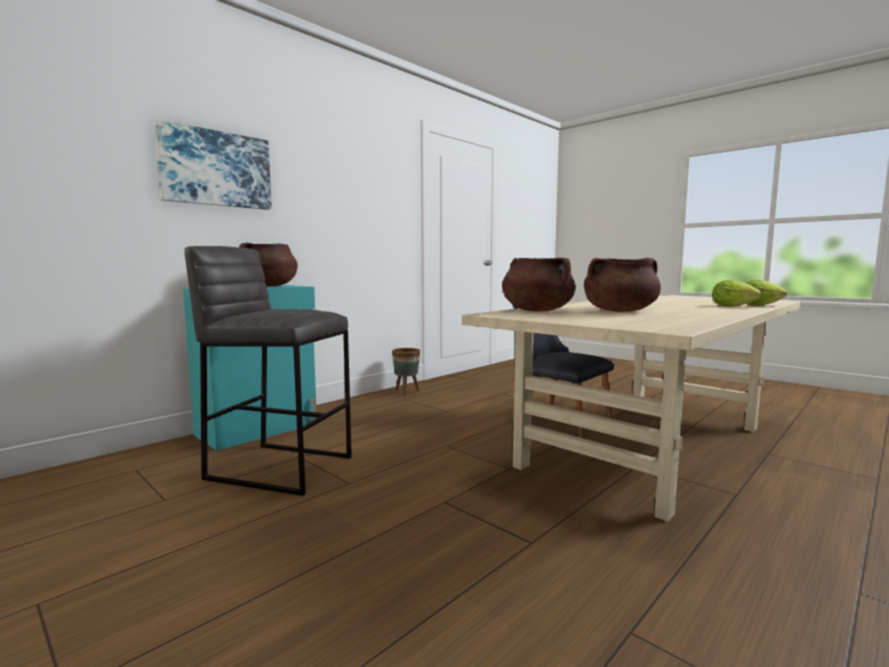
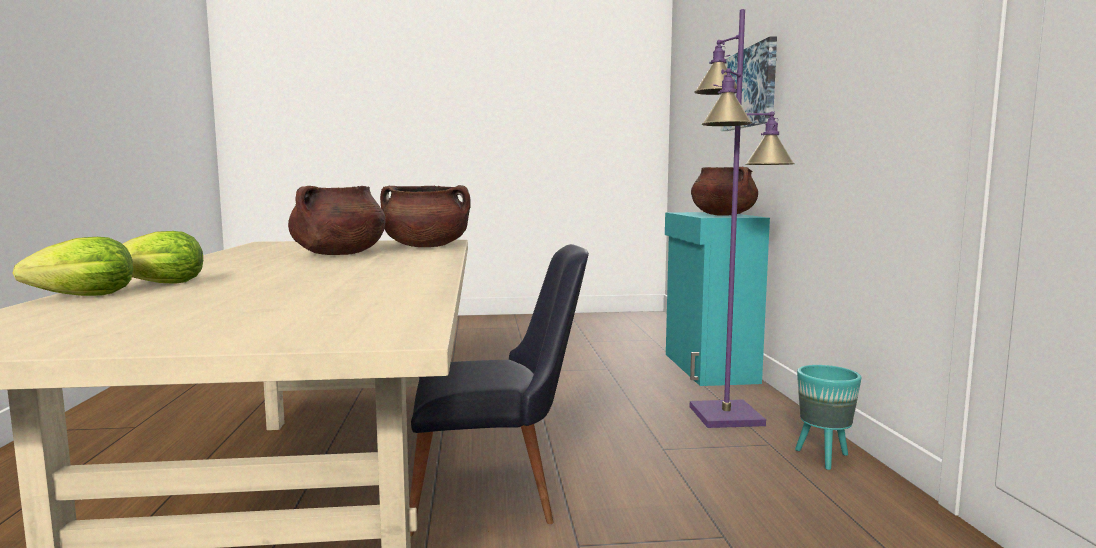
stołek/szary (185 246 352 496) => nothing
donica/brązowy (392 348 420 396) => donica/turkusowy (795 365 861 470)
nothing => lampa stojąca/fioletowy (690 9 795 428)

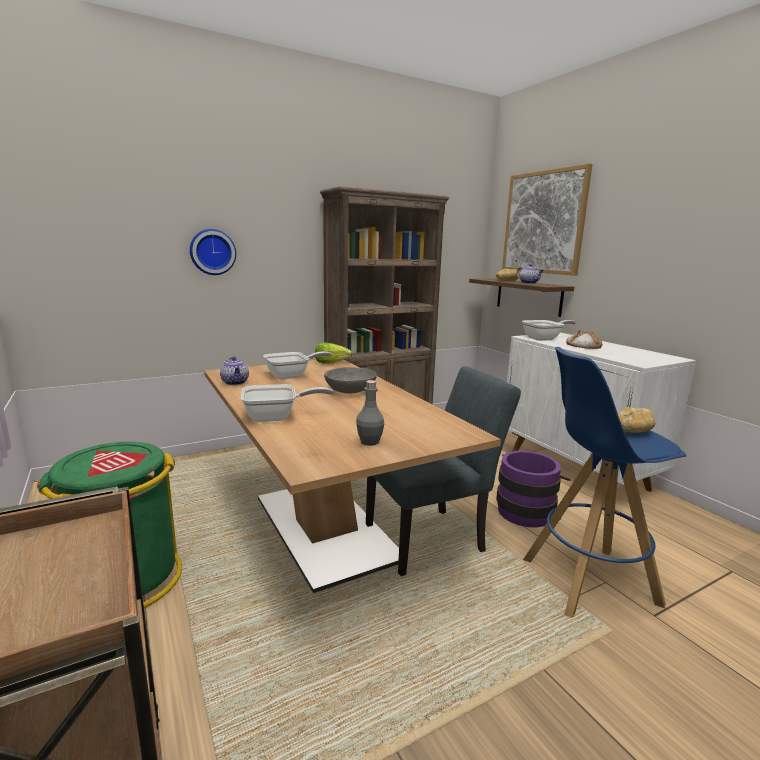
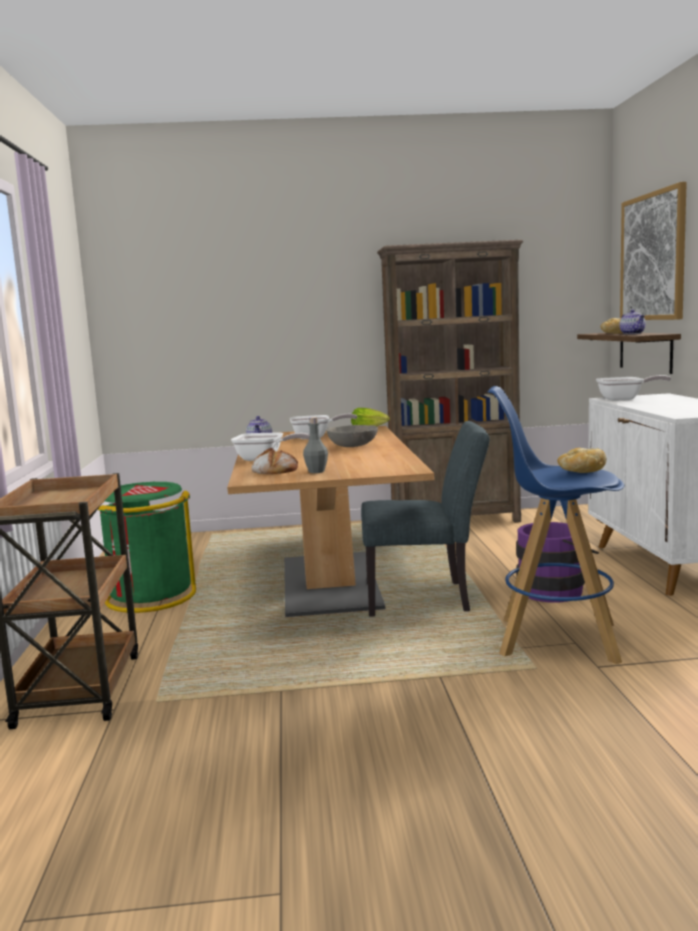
zegar ścienny (190 229 236 275) => nothing
chleb (566 330 602 349) => chleb (251 448 298 474), relocated

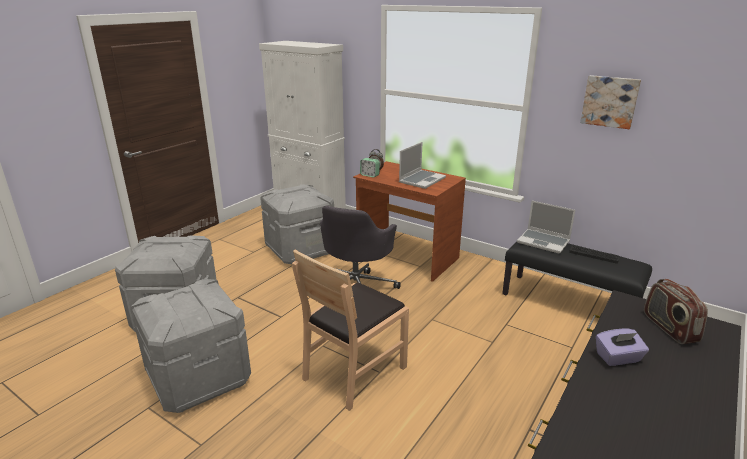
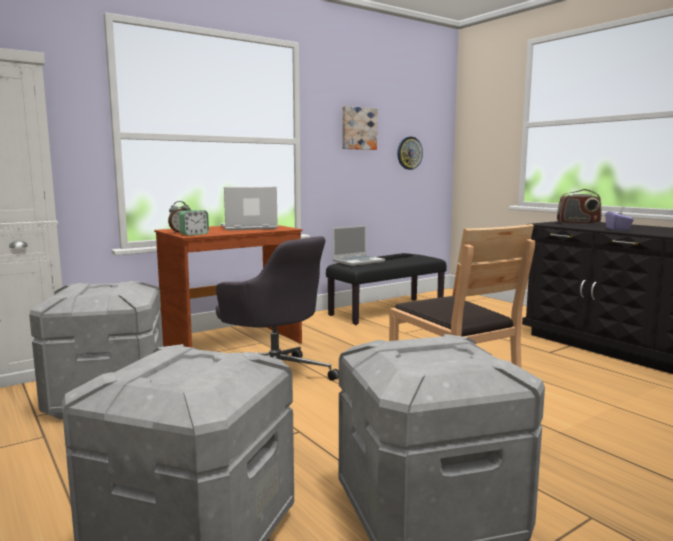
laptop (399 142 446 189) => laptop (221 187 278 231), 75 degrees counterclockwise
nothing => zegar ścienny (397 137 423 170)

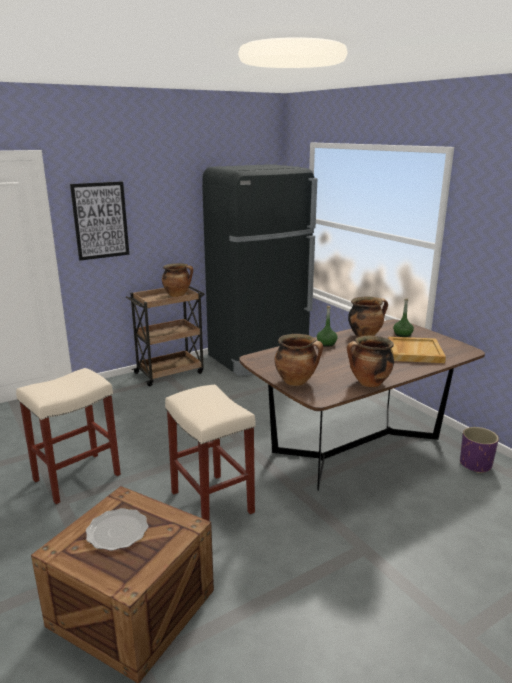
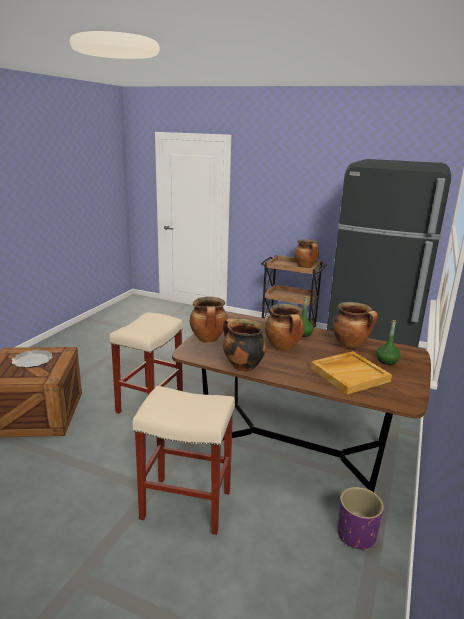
obraz (70 181 129 261) => nothing
stołek/beżowy (16 368 121 504) => stołek/beżowy (132 386 235 535), relocated
nothing => garnek (265 304 304 351)

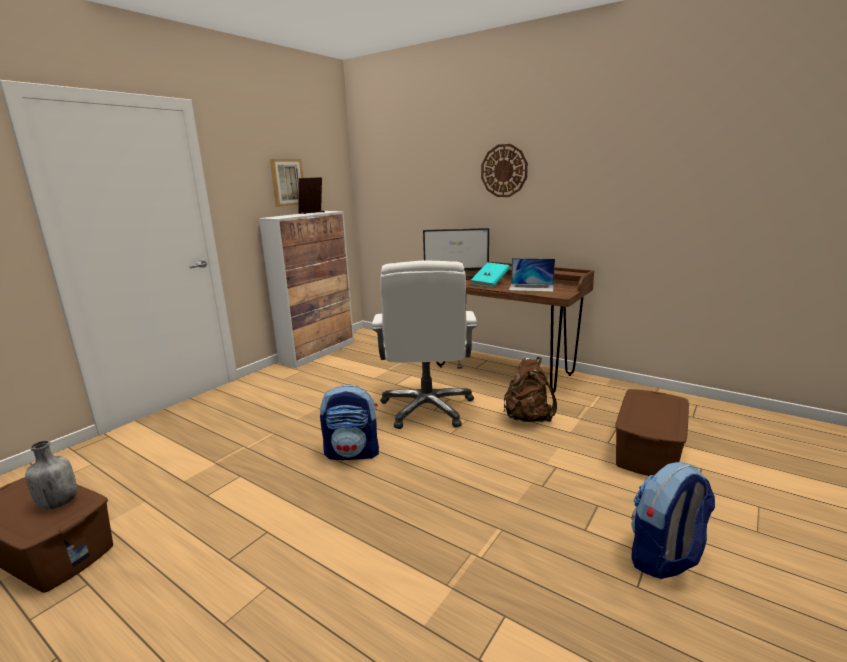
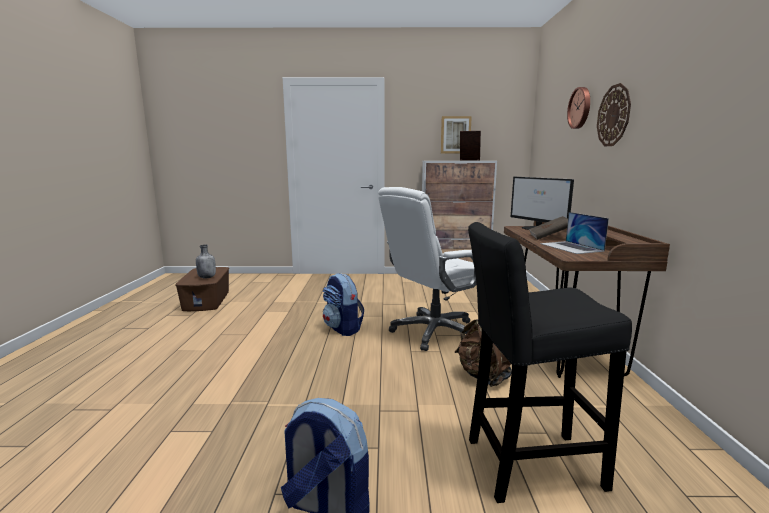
książka/turkusowy (471 262 510 287) => książka/brązowy (529 216 568 240)
pojemnik do przechowywania/brązowy (615 389 689 476) => stołek/czarny (468 222 632 503)
nothing => zegar ścienny (567 87 590 129)

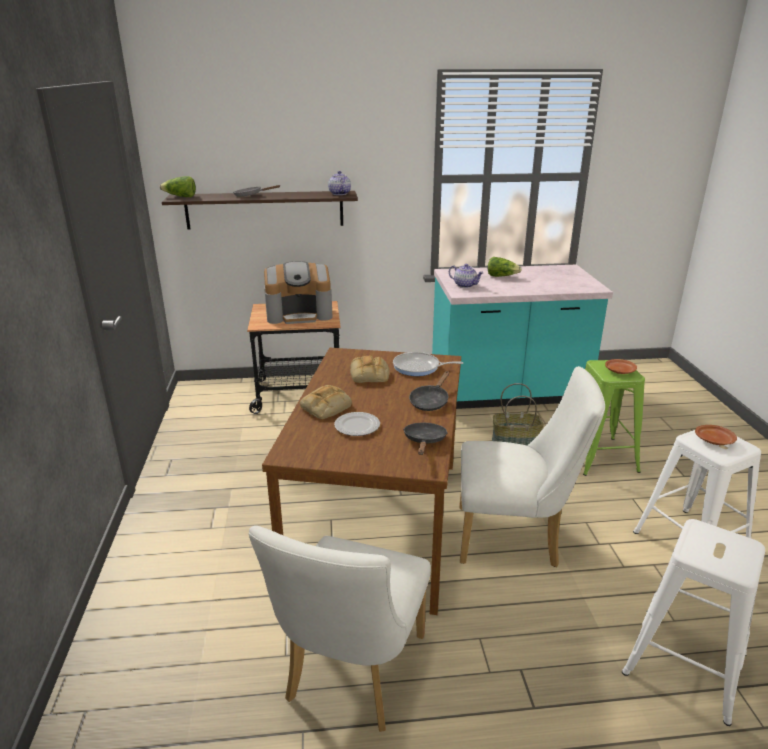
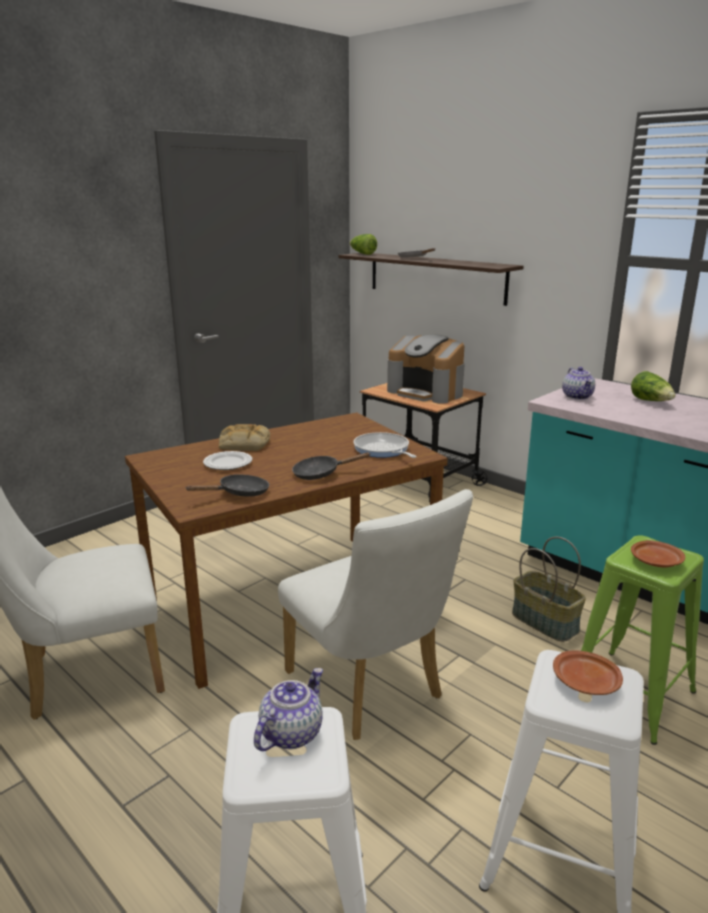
imbryk (328 171 351 195) => imbryk (254 668 323 751), relocated
chleb (350 356 389 383) => nothing

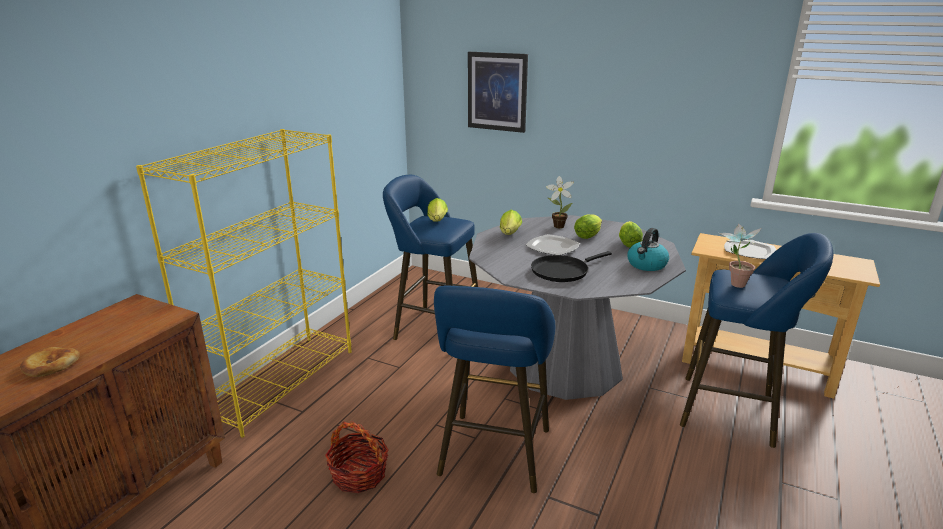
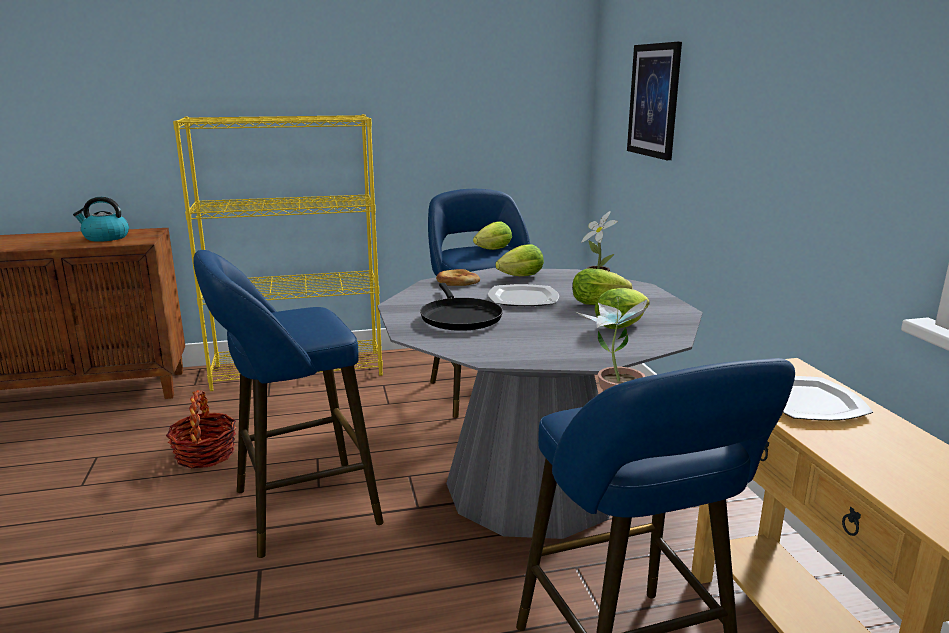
czajnik (628 228 669 271) => czajnik (73 197 129 242), relocated
patelnia/czarny (531 251 612 282) => patelnia/czarny (420 283 503 331), 120 degrees counterclockwise
chleb (20 347 80 377) => chleb (436 269 480 286), relocated

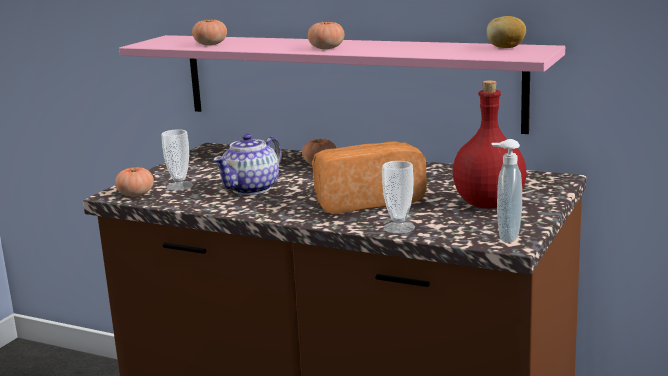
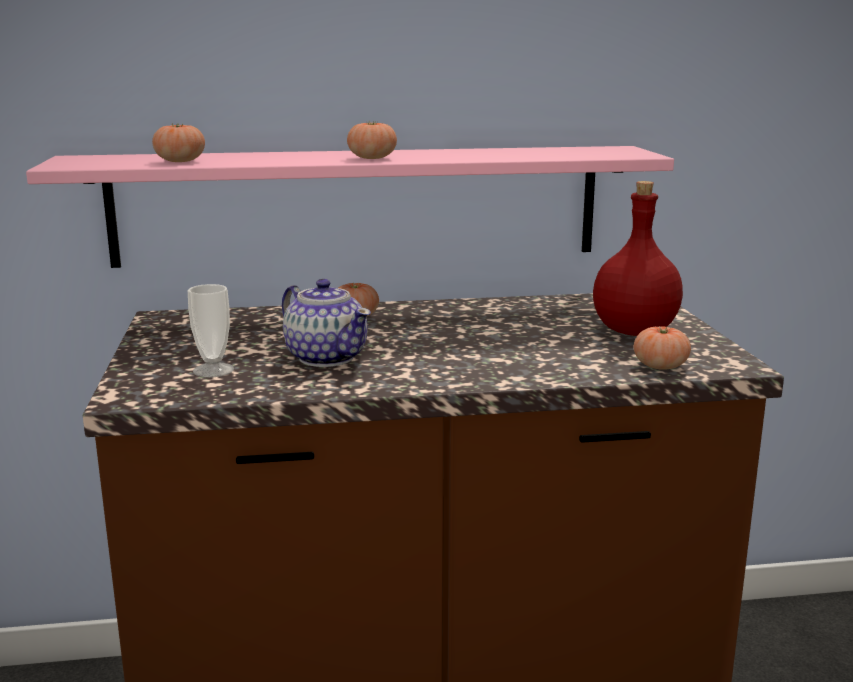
ziemniak (486 16 526 48) => nothing
imbryk (213 133 282 195) => imbryk (282 279 371 367), 45 degrees counterclockwise
dozownik mydła (491 139 522 242) => nothing
chleb (312 141 427 214) => nothing
filiżanka (382 161 415 234) => nothing
pomidor (115 167 154 197) => pomidor (633 326 691 370), relocated

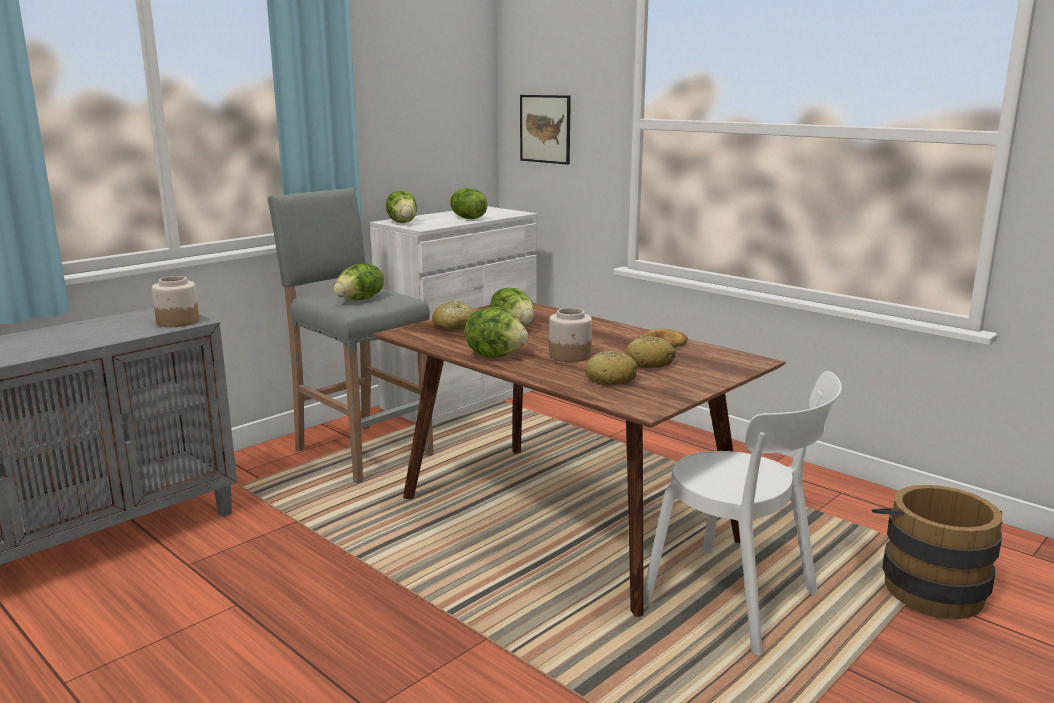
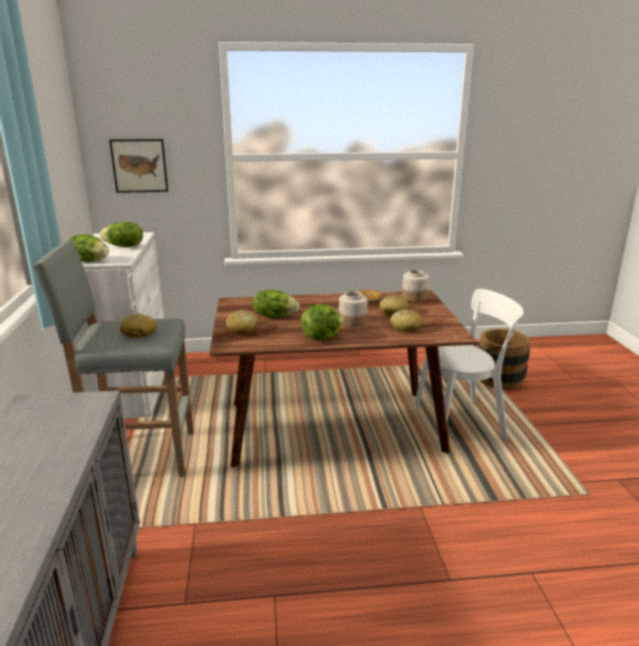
sałata (334 264 384 300) => chleb (120 313 157 338)
słoik (152 276 199 327) => słoik (402 269 429 302), relocated

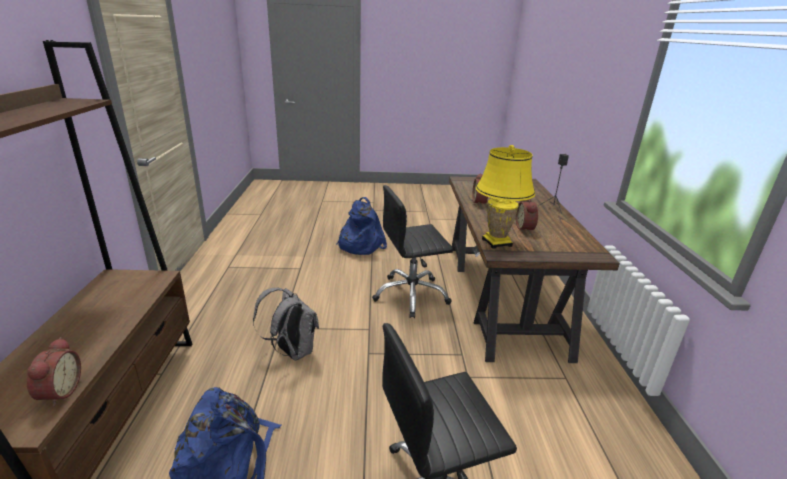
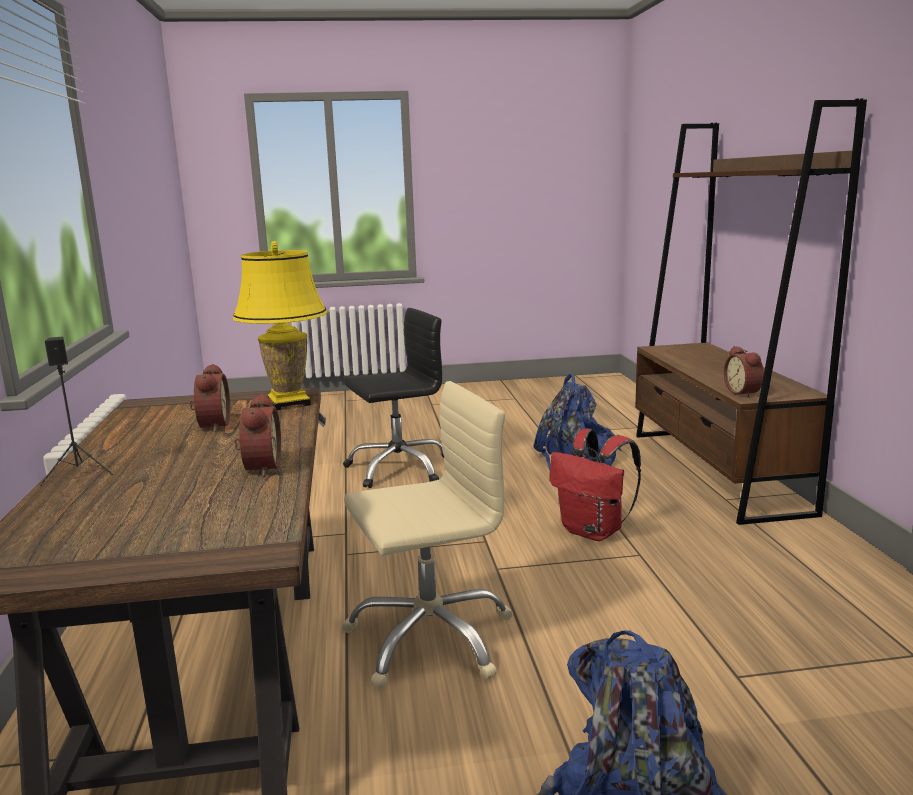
krzesło biurowe/czarny (372 185 453 318) => krzesło biurowe/beżowy (342 381 513 689)
plecak/szary (253 288 319 361) => plecak/czerwony (549 428 641 541)
budzik (27 337 81 407) => budzik (724 346 764 398), relocated

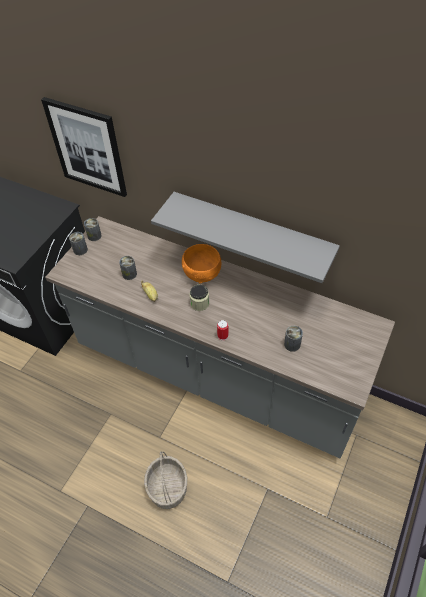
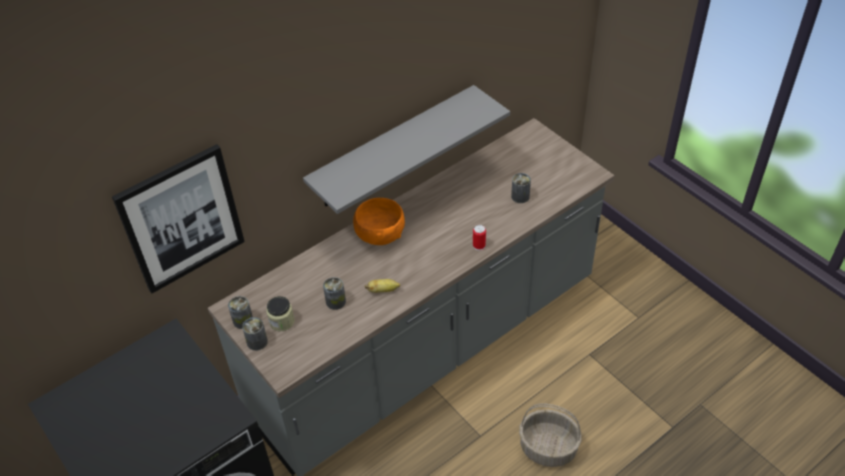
słoik (189 285 209 311) => słoik (266 296 295 331), relocated

